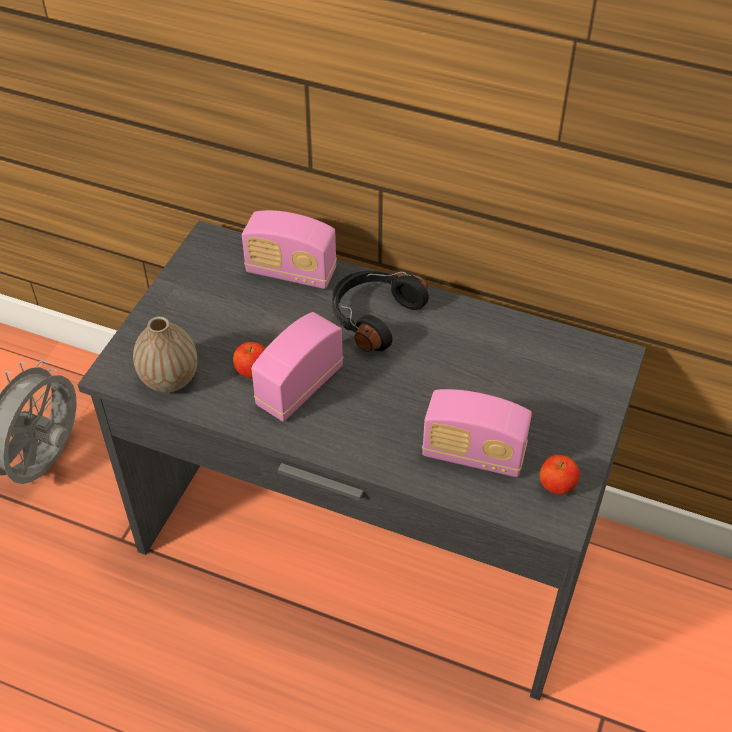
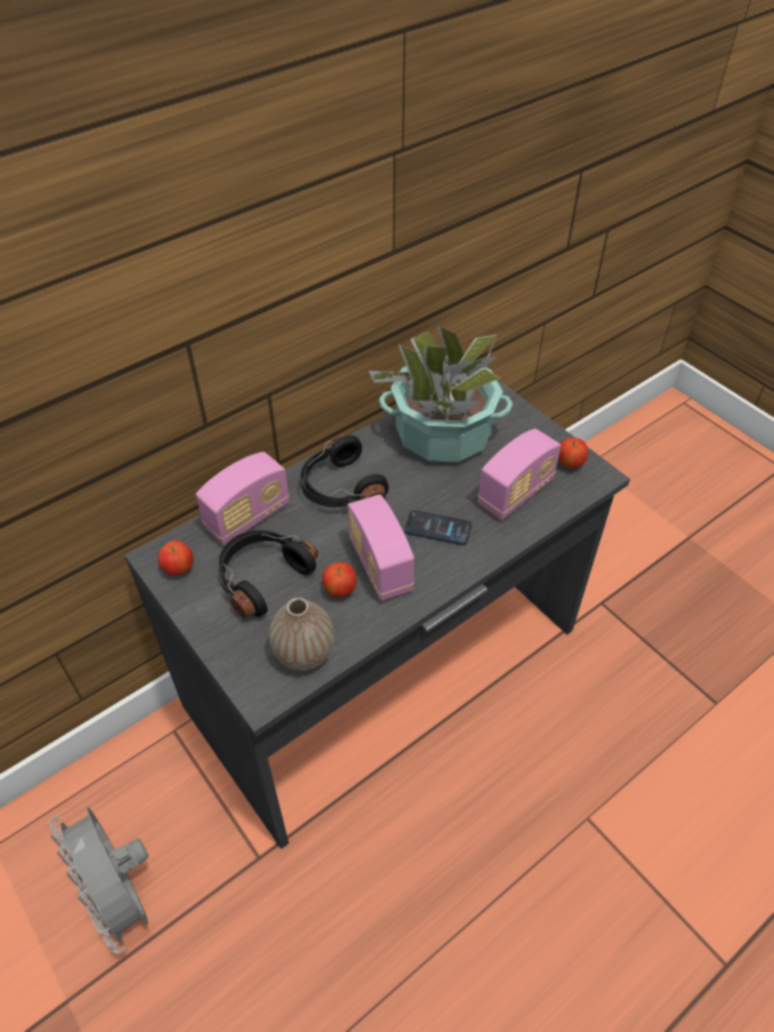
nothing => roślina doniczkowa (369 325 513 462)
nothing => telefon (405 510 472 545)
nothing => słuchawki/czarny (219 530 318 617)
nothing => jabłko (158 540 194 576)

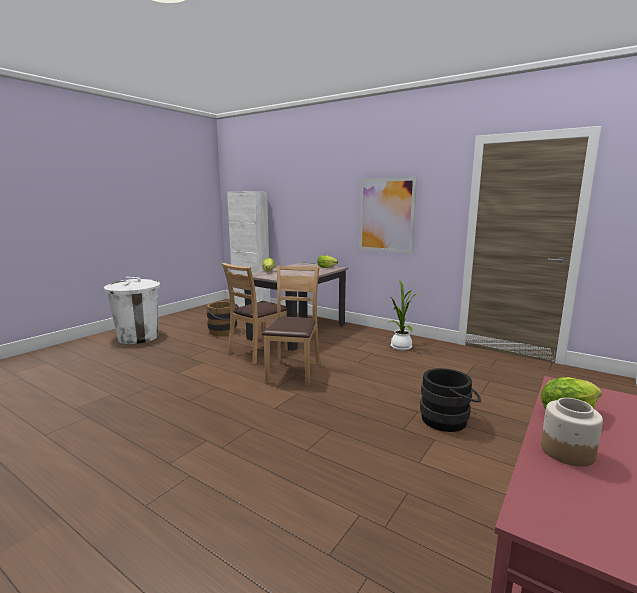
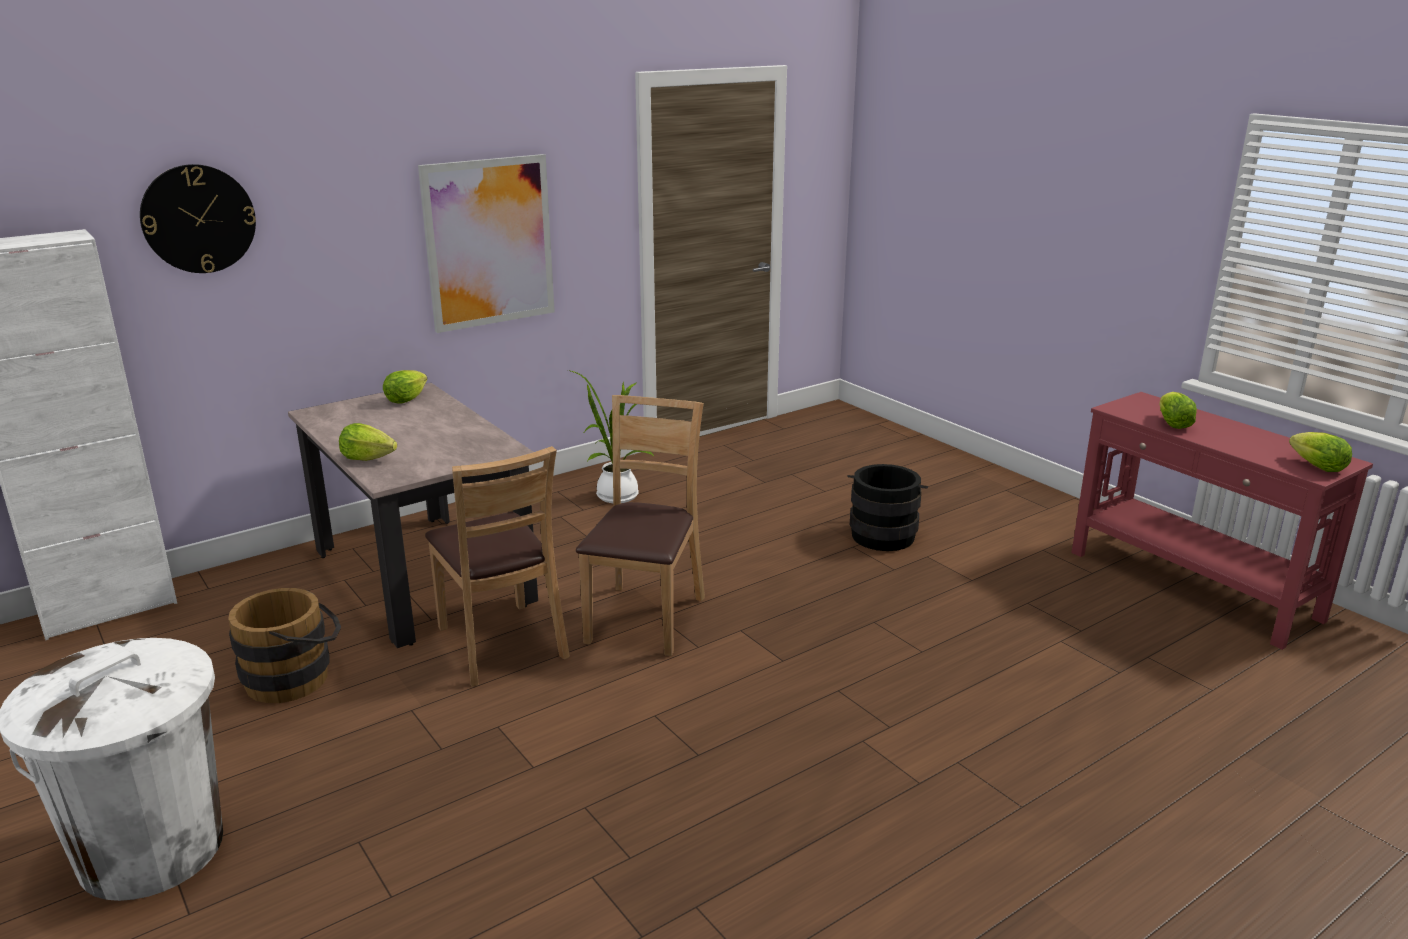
krzesło/brązowy (262 266 320 386) => krzesło/brązowy (576 395 705 656), 75 degrees clockwise
słoik (541 398 603 467) => nothing
nothing => zegar ścienny (140 164 256 273)
nothing => sałata (1289 432 1352 472)

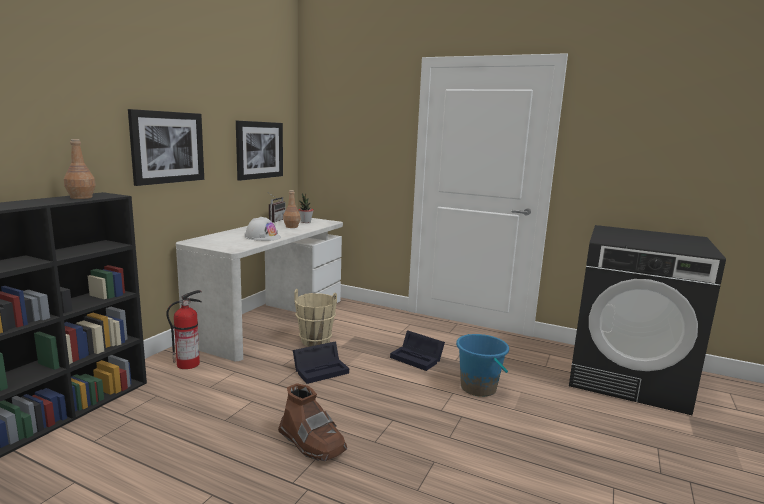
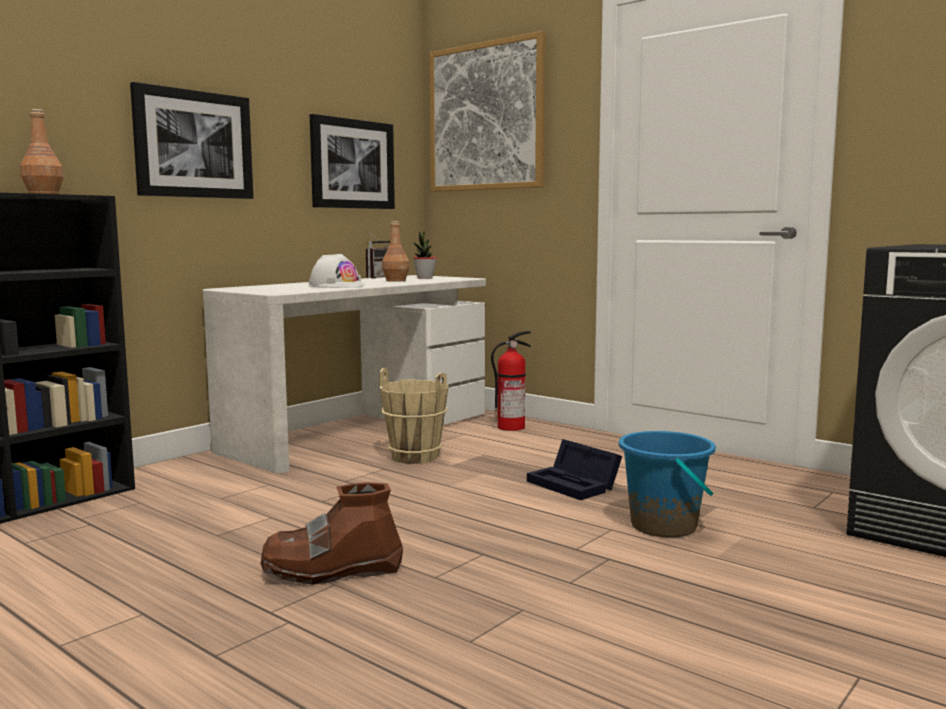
gaśnica (166 290 202 369) => gaśnica (491 331 531 431), relocated
pojemnik do przechowywania/czarny (293 341 349 384) => nothing
but z cholewką/brązowy (278 383 347 461) => but z cholewką/brązowy (261 482 403 585), 105 degrees clockwise
nothing => obraz (429 31 545 192)

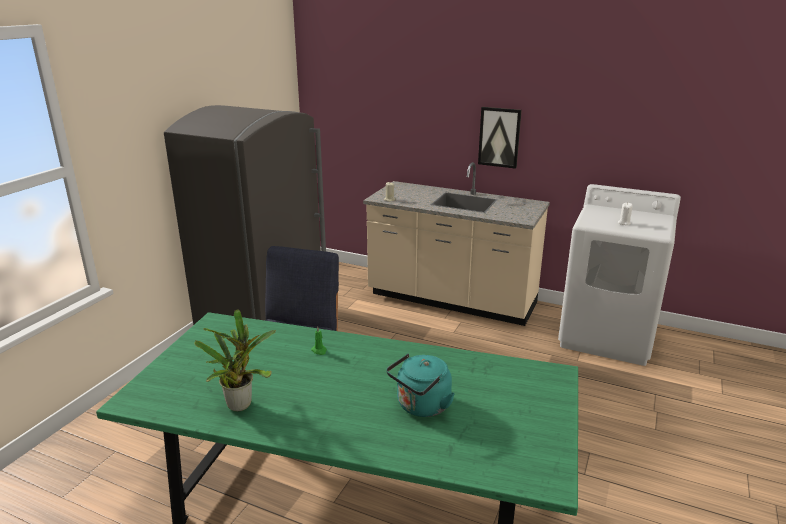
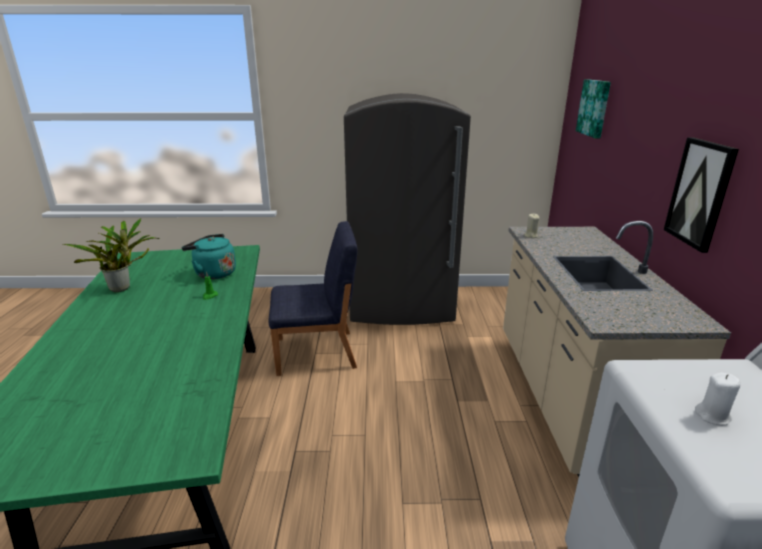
czajnik/turkusowy (386 353 455 417) => czajnik/turkusowy (182 234 236 279), relocated
nothing => obraz (576 79 611 138)

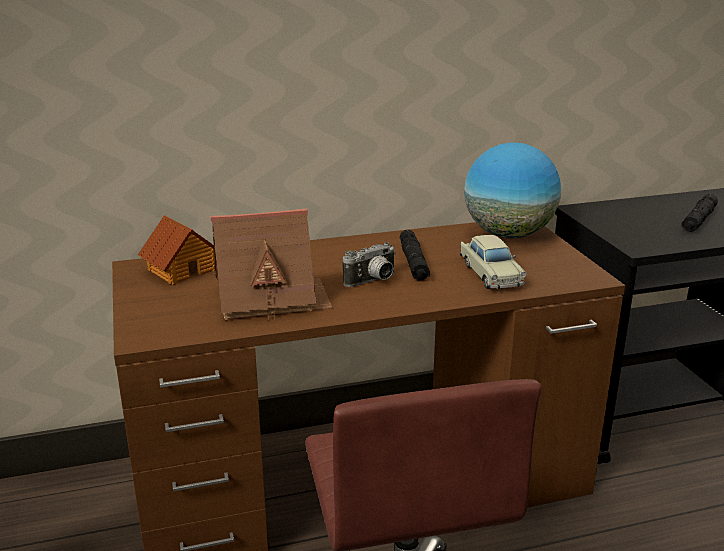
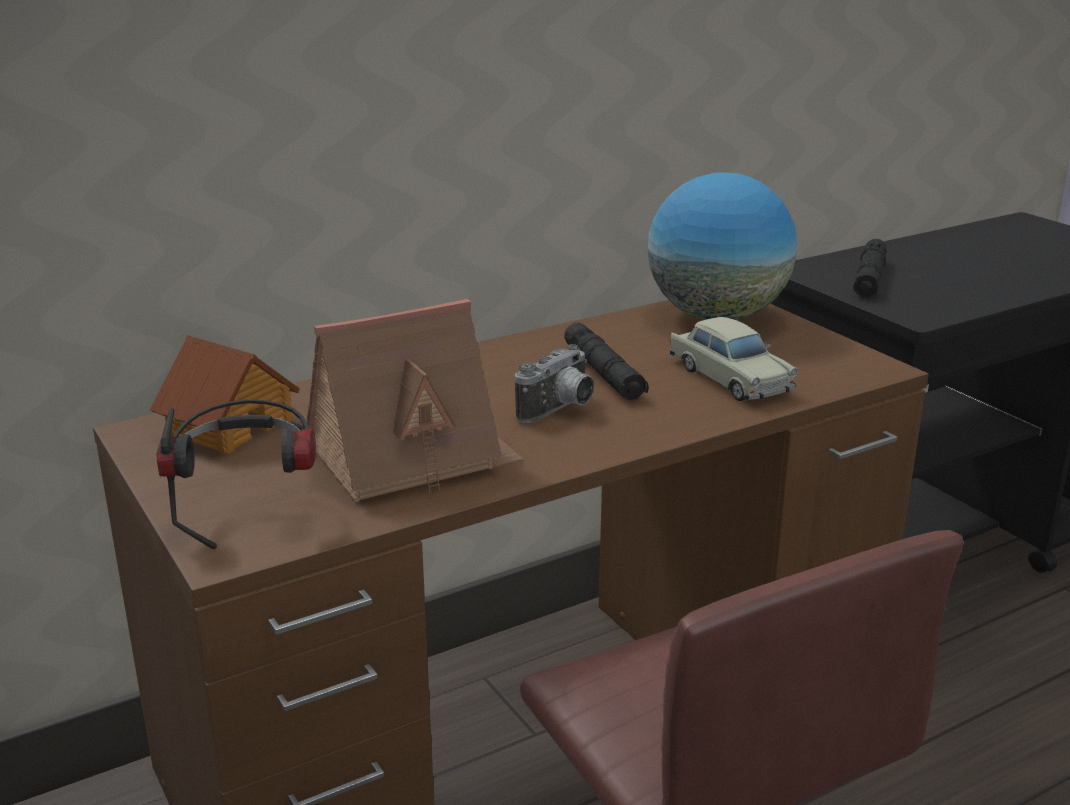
latarka/czarny (682 194 718 232) => latarka/czarny (853 239 887 297), relocated
nothing => słuchawki (156 399 316 549)

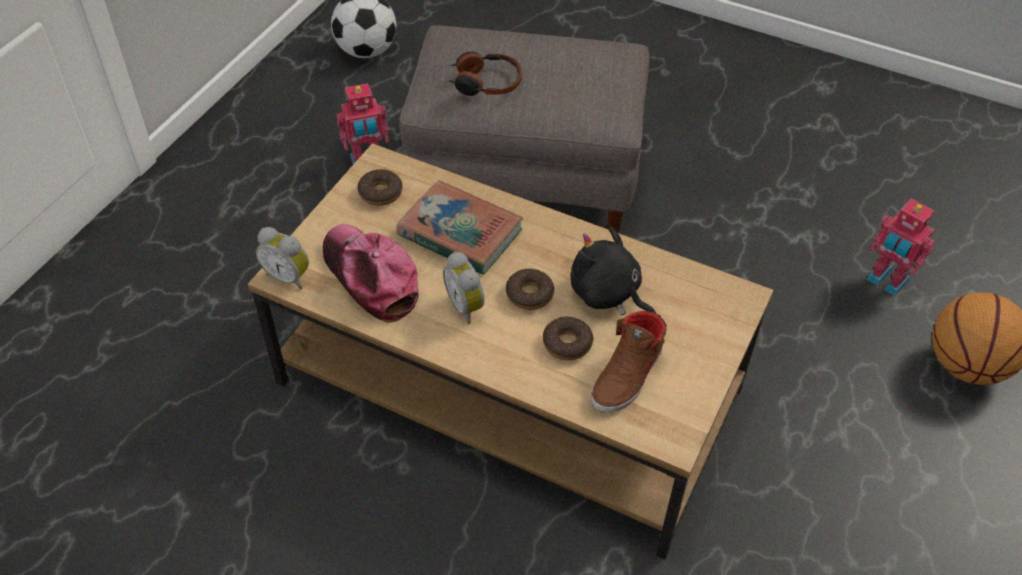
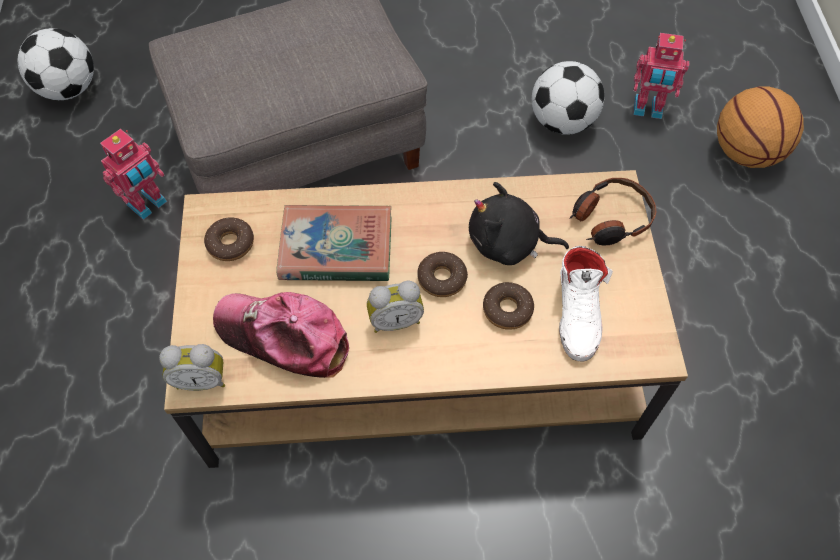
słuchawki (450 52 522 96) => słuchawki (569 178 656 246), relocated
budzik (443 252 485 324) => budzik (367 280 424 333), 45 degrees counterclockwise
but/brązowy (591 311 667 413) => but/biały (559 246 613 362)
nothing => piłka futbolowa (532 61 604 135)

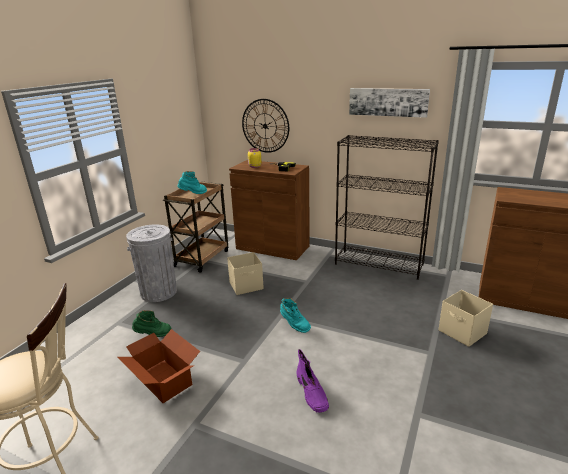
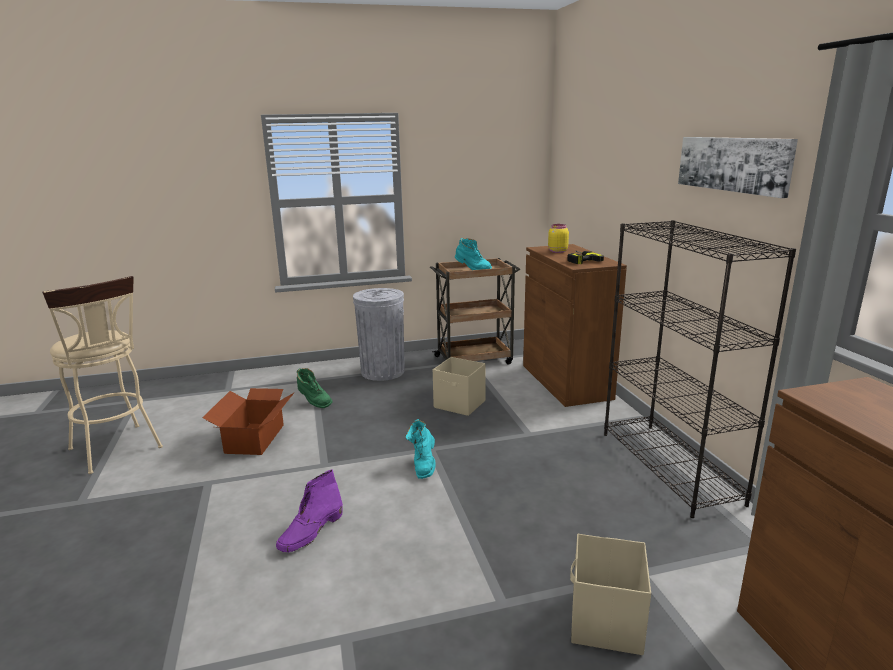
zegar ścienny (242 99 289 153) => nothing

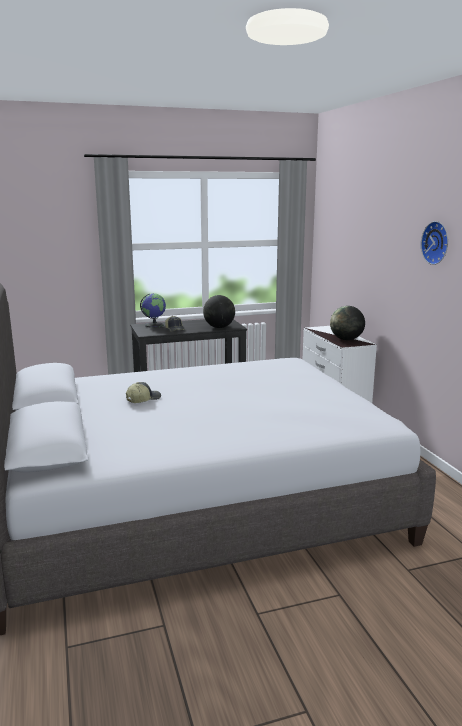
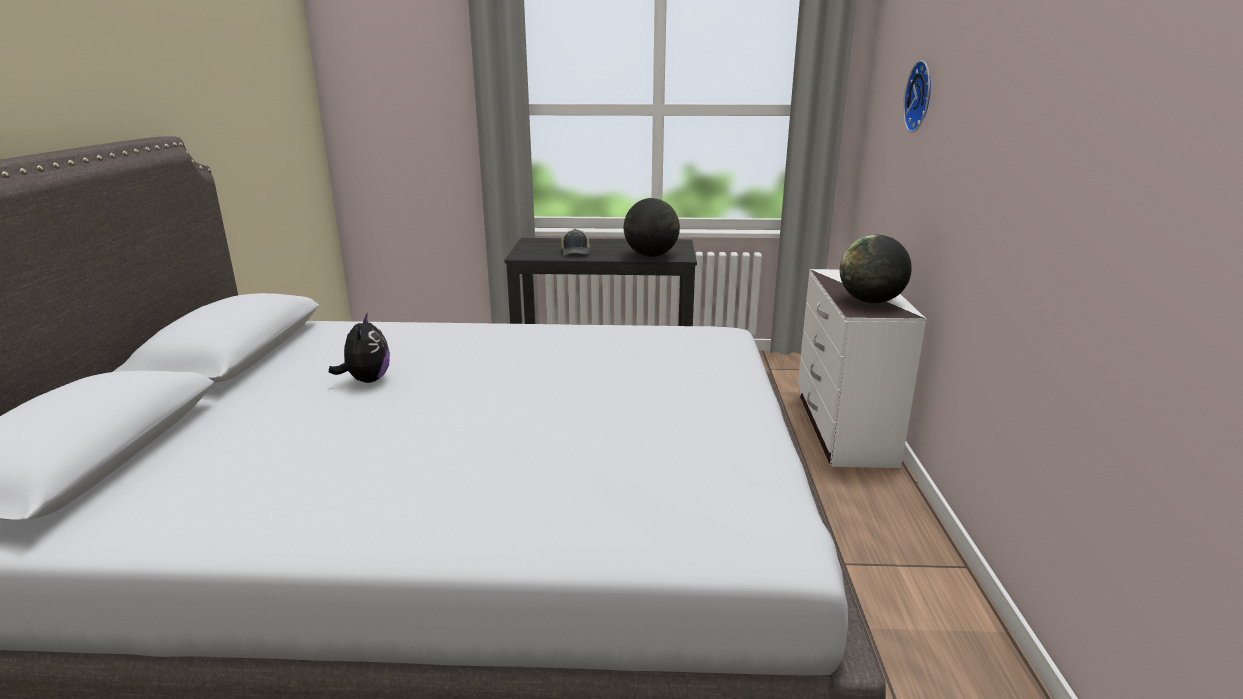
zegar ścienny (421 221 448 265) => zegar ścienny (903 60 931 133), relocated
globus (140 293 166 328) => nothing
czapka z daszkiem (126 382 161 403) => pluszak (329 314 390 383)

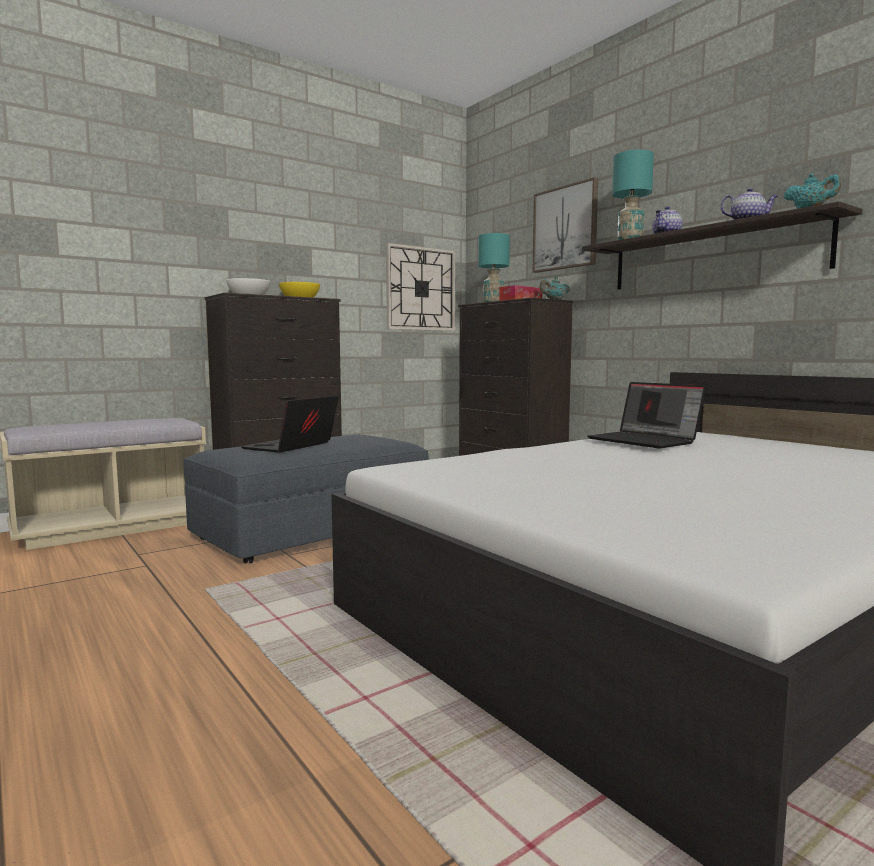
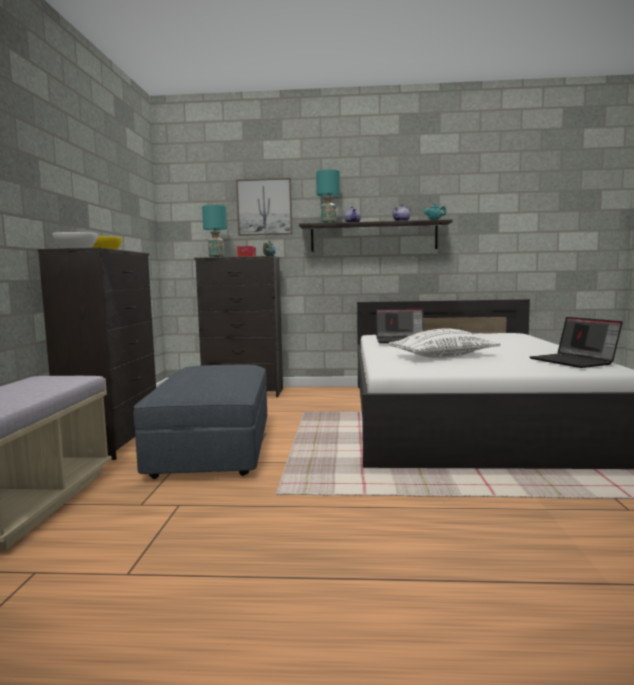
zegar ścienny (386 243 455 331) => nothing
laptop (241 395 339 453) => laptop (530 317 623 368), relocated
nothing => poduszka/biały (389 328 501 358)

